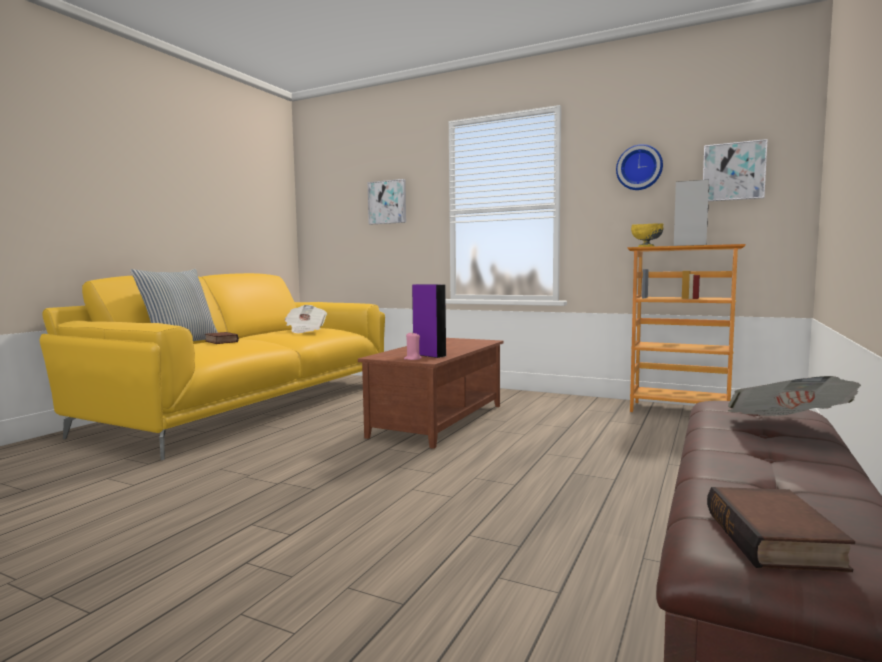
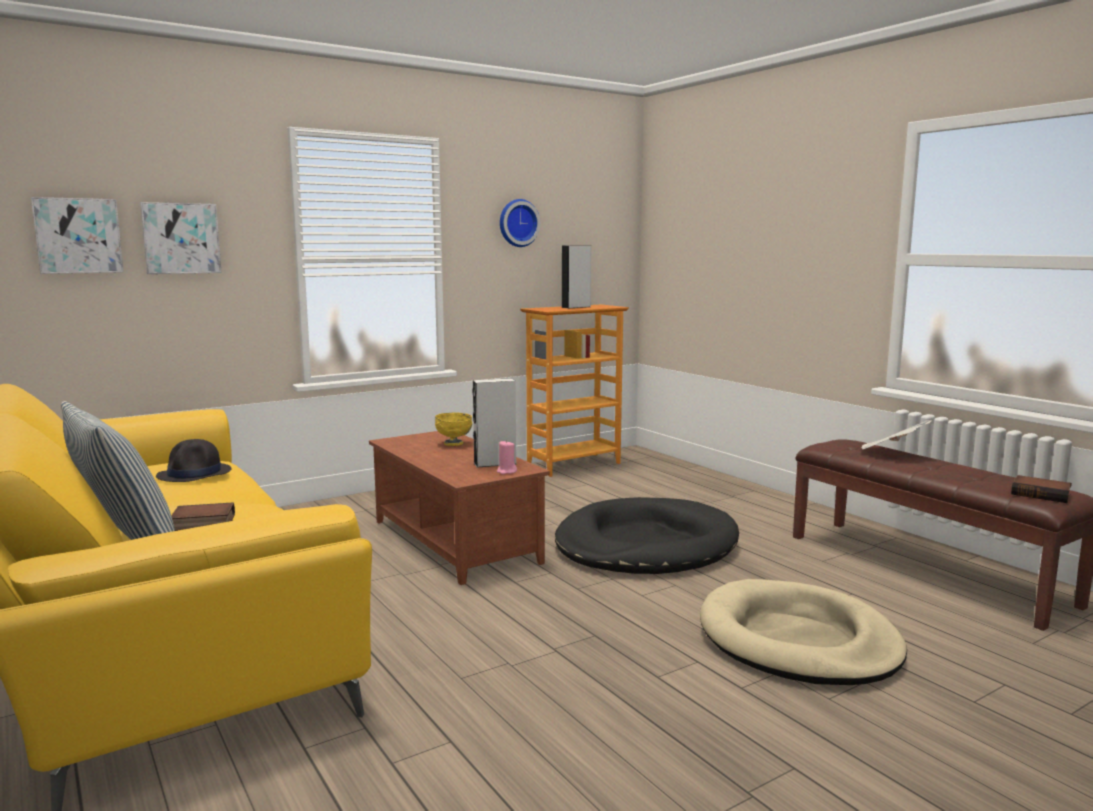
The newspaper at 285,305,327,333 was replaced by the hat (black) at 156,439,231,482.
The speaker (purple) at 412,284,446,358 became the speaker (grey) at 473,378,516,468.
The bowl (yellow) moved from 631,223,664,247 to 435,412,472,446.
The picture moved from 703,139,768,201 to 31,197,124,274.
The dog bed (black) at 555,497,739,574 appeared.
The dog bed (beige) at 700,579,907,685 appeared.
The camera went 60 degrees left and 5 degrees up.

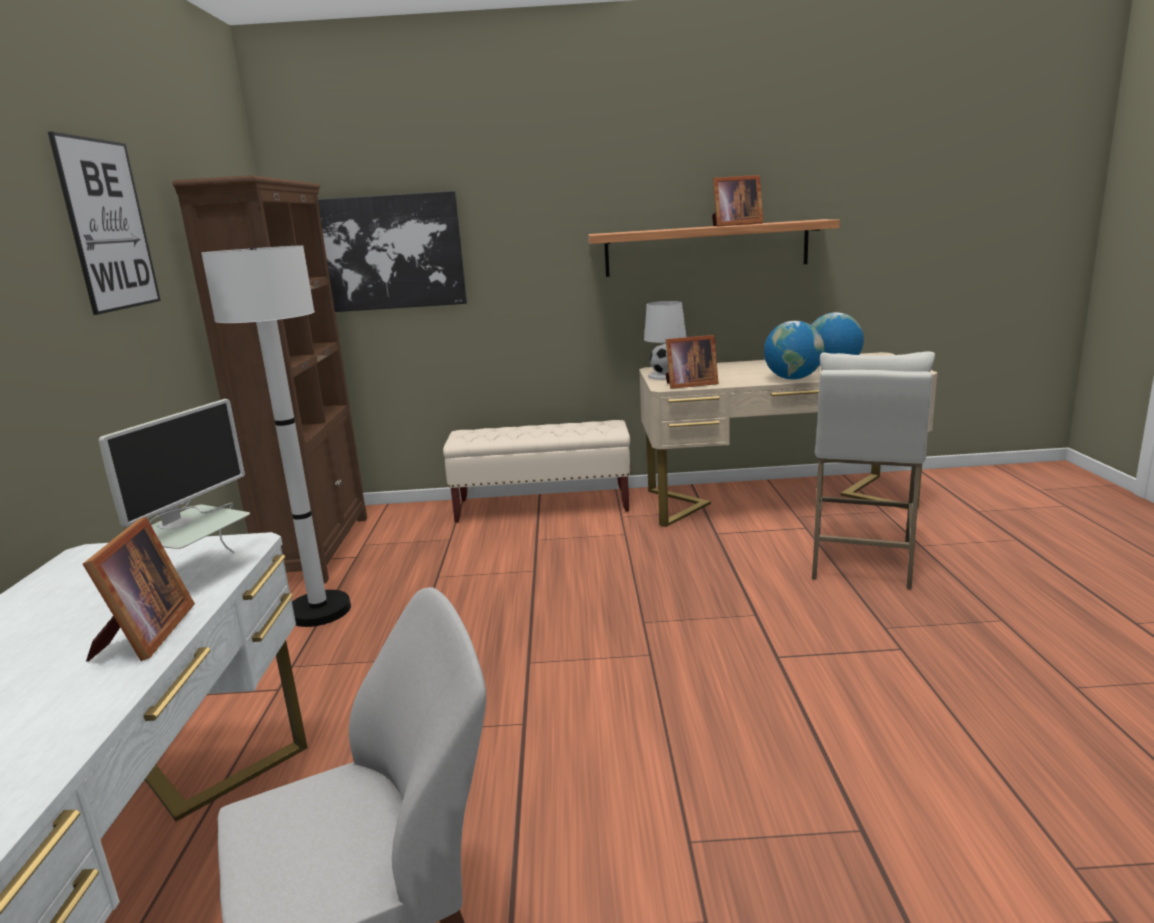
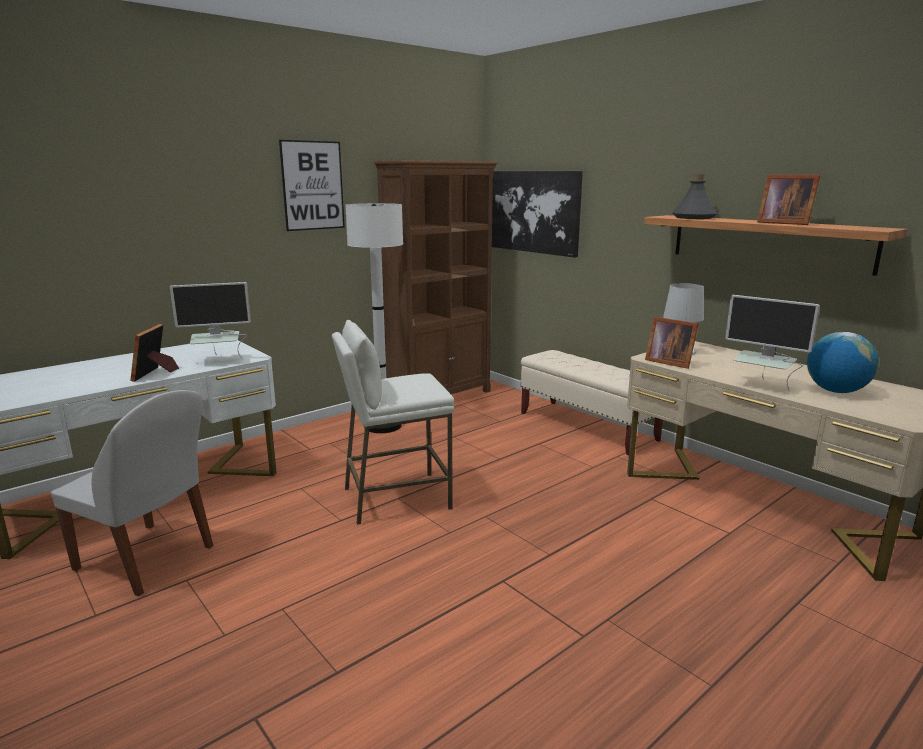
The picture frame at 83,517,195,662 turned 135 degrees clockwise.
The globe at 764,321,824,380 was replaced by the monitor at 725,295,820,391.
The stool (white) moved from 812,351,935,590 to 332,320,454,525.
The bottle (grey) at 672,174,717,219 appeared.
The camera went 50 degrees right and 0 degrees up.

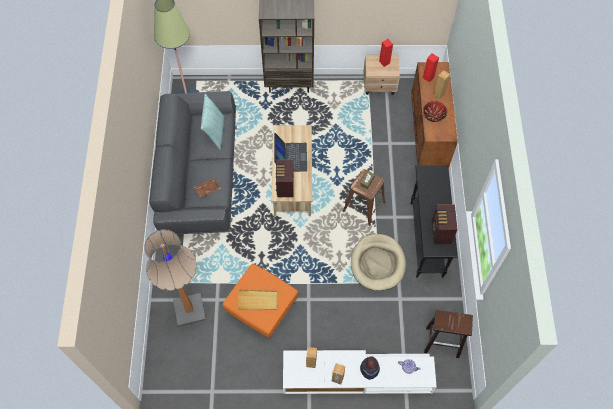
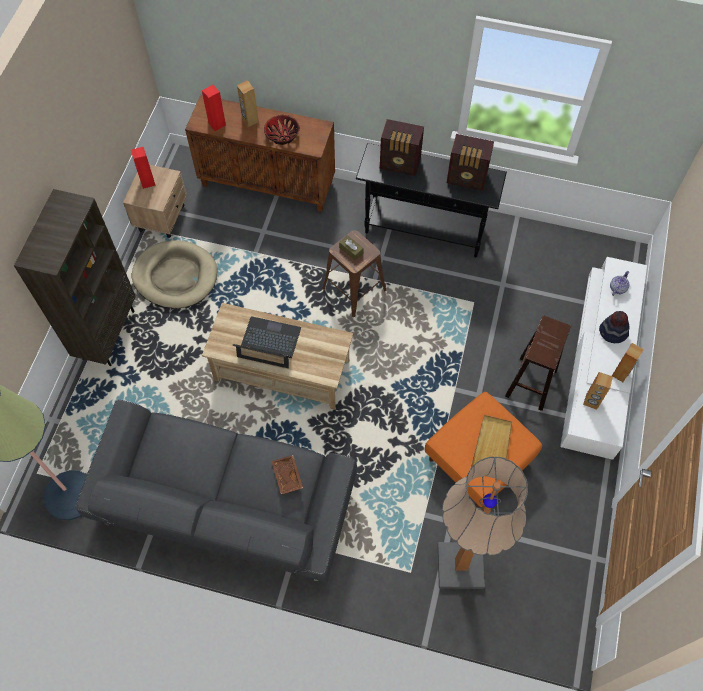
The pillow at 201,94,224,150 disappeared.
The radio moved from 276,159,294,197 to 380,119,424,176.
The dog bed (beige) moved from 351,234,406,291 to 131,240,217,309.
The stool (brown) moved from 424,310,473,358 to 505,315,571,411.
The camera went 75 degrees left and 0 degrees up.

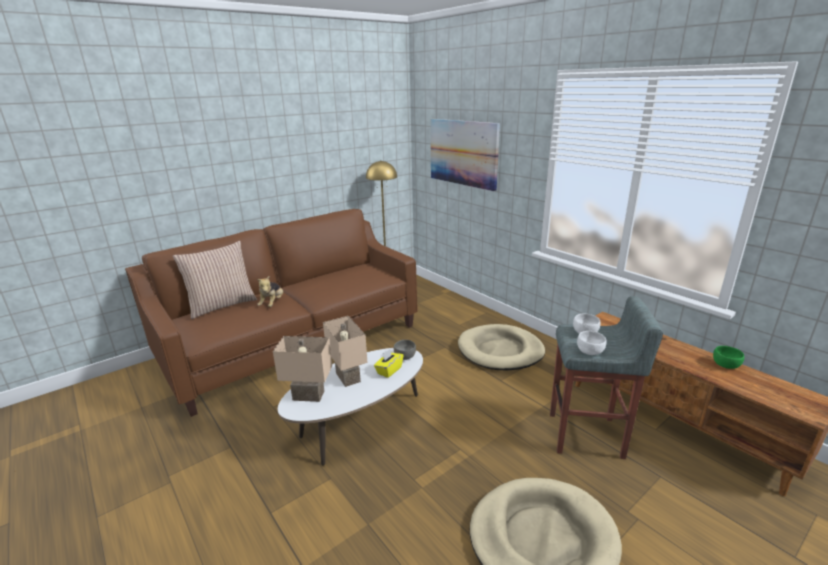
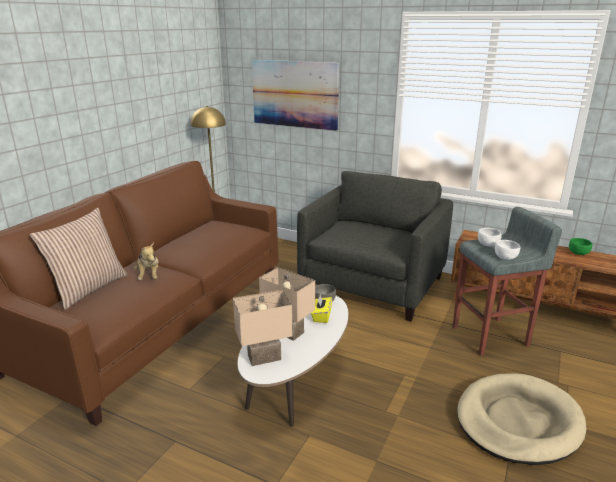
The dog bed (beige) at 458,324,545,370 was replaced by the armchair (grey) at 297,171,453,322.
The camera went 25 degrees left and 0 degrees up.

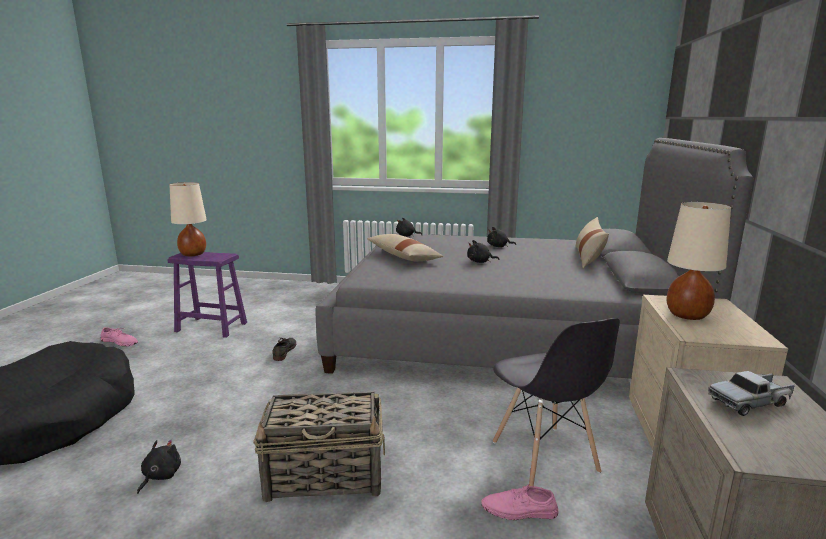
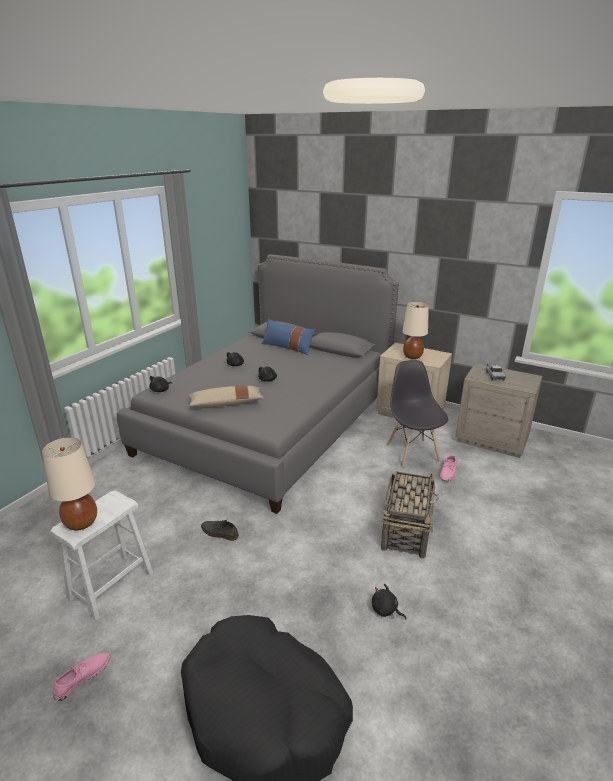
The stool (purple) at 167,252,247,338 became the stool (white) at 50,490,153,620.
The chair (grey) at 493,318,620,486 turned 105 degrees counterclockwise.
The pillow (beige) at 575,217,609,268 became the pillow (blue) at 262,319,316,356.
The camera went 70 degrees left and 10 degrees up.

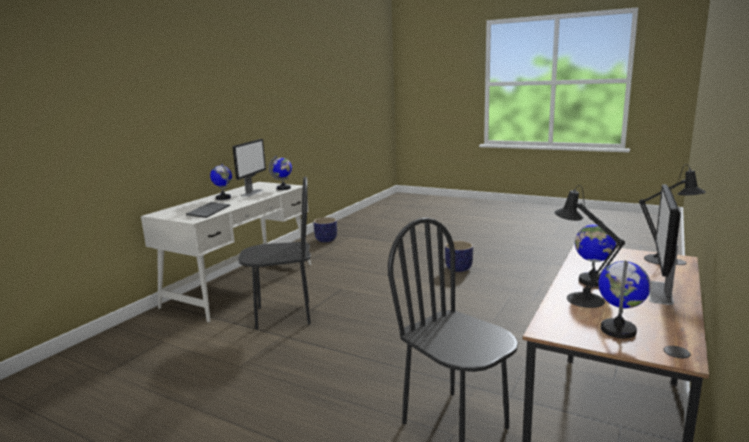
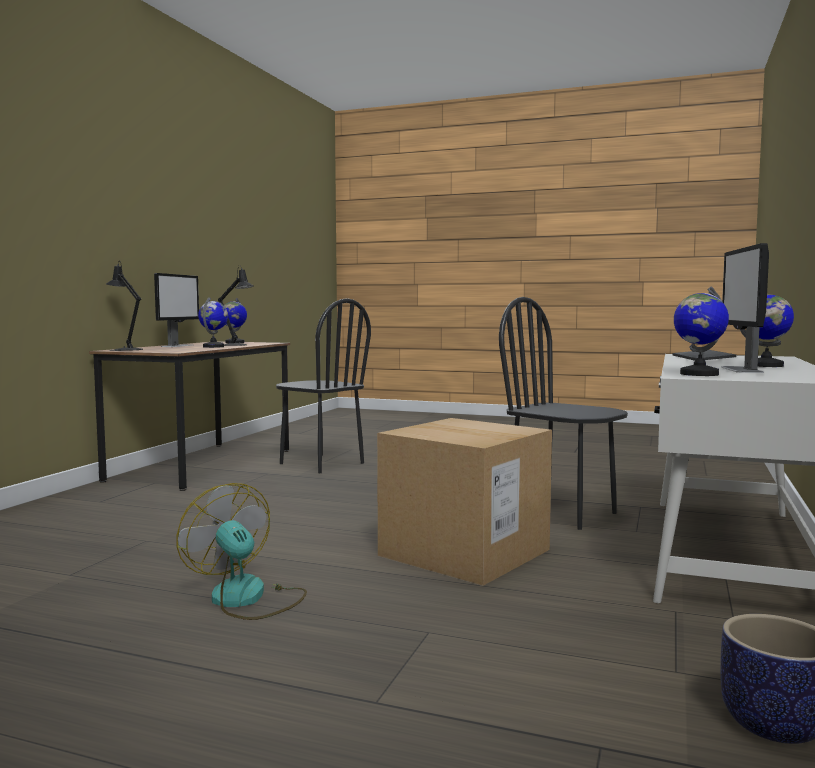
The chair (black) at 238,177,311,329 turned 60 degrees clockwise.
The planter at 445,241,473,272 was replaced by the fan at 177,483,307,620.
The cardboard box at 377,418,552,586 appeared.
The camera went 170 degrees right and 10 degrees down.

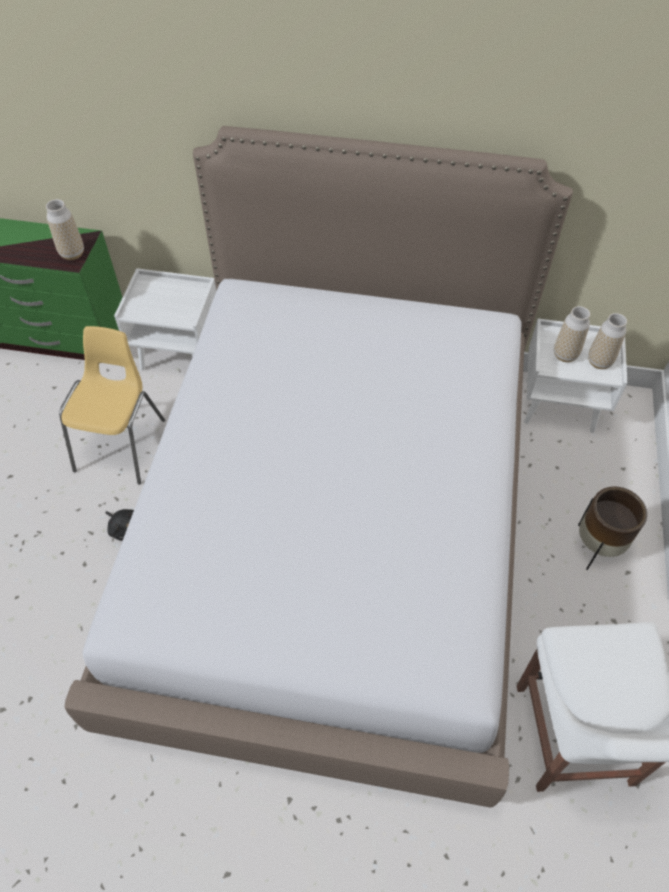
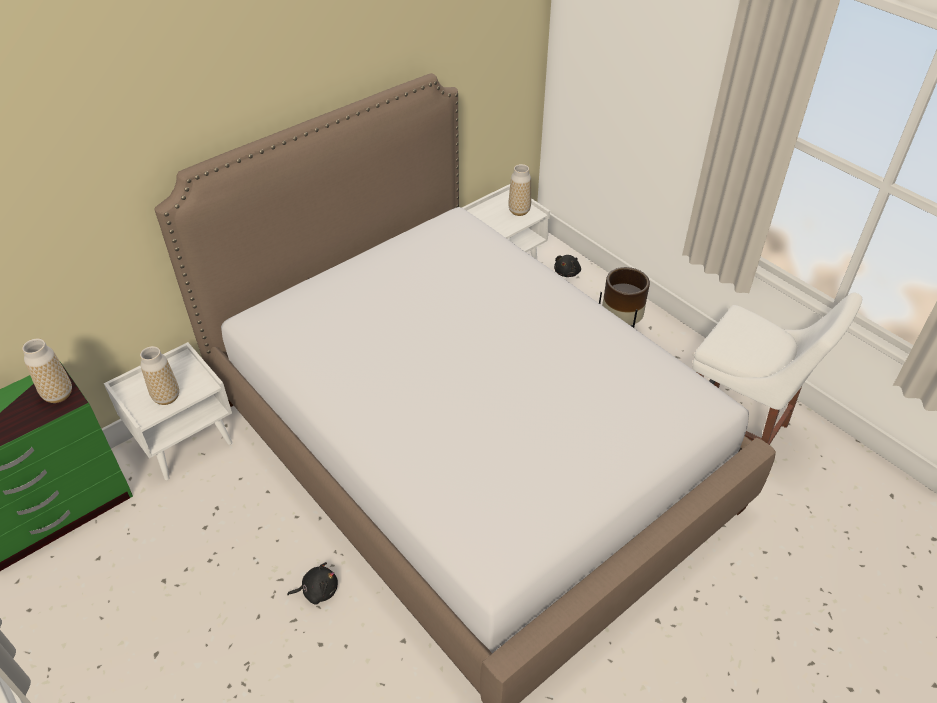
The chair (yellow) at 59,326,165,484 disappeared.
The vase moved from 554,306,590,362 to 140,346,179,405.
The plush toy (black) at 554,255,581,277 appeared.
The camera went 50 degrees left and 10 degrees down.

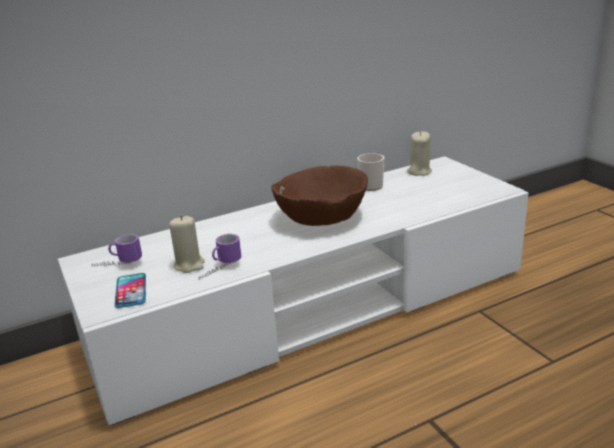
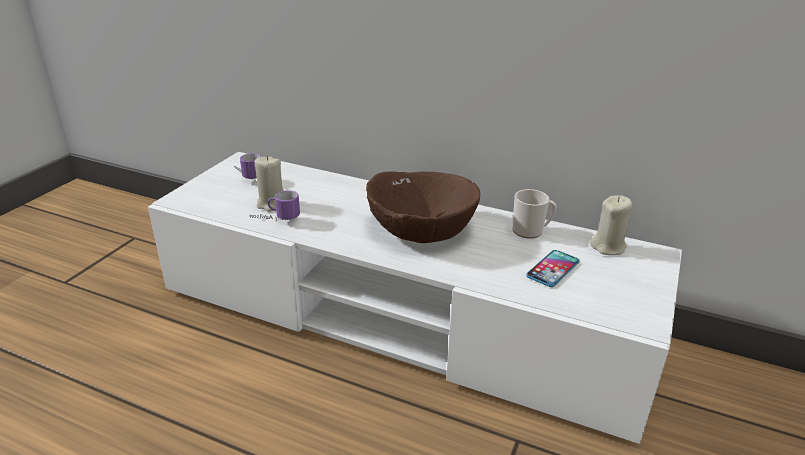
The phone moved from 115,273,146,308 to 526,250,580,287.
The camera went 50 degrees right and 5 degrees up.

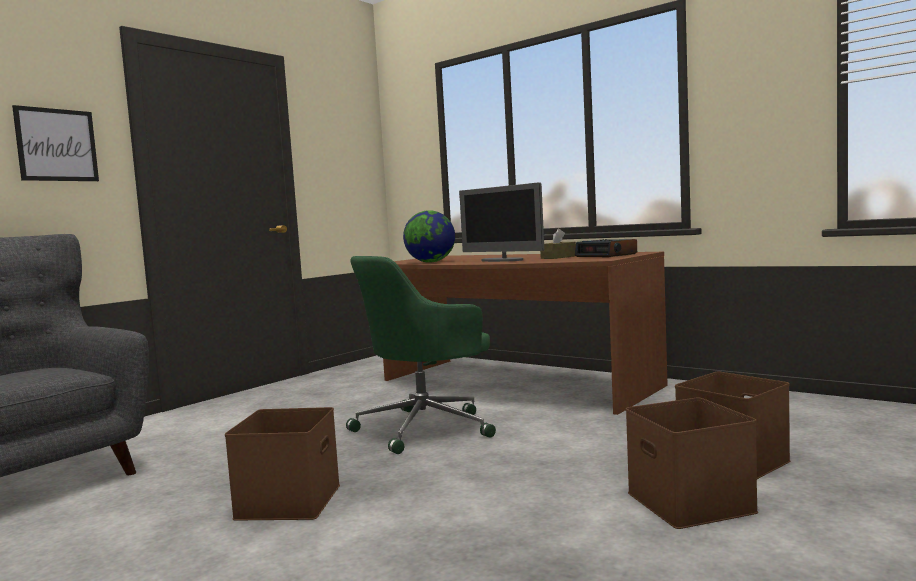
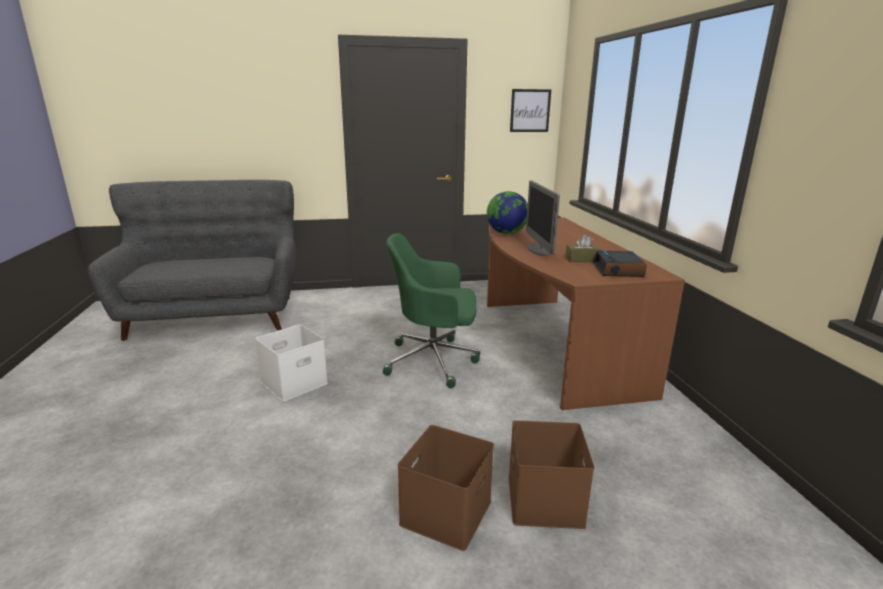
The picture moved from 12,105,99,181 to 510,89,551,132.
The storage box (brown) at 225,407,340,520 became the storage box (white) at 255,324,328,401.
The camera went 40 degrees right and 15 degrees up.

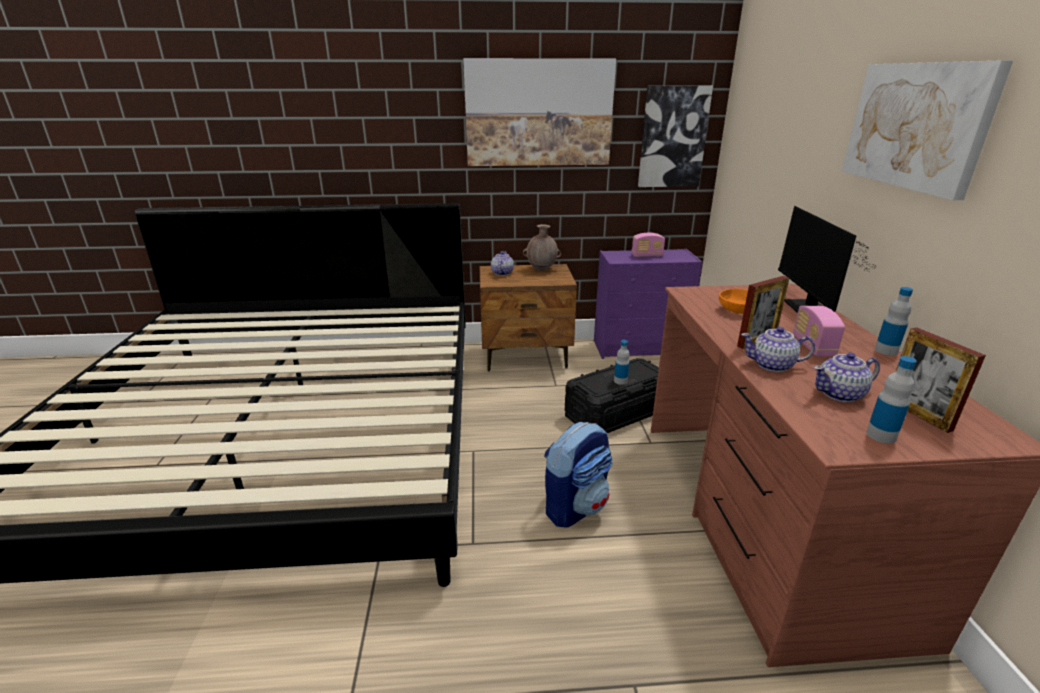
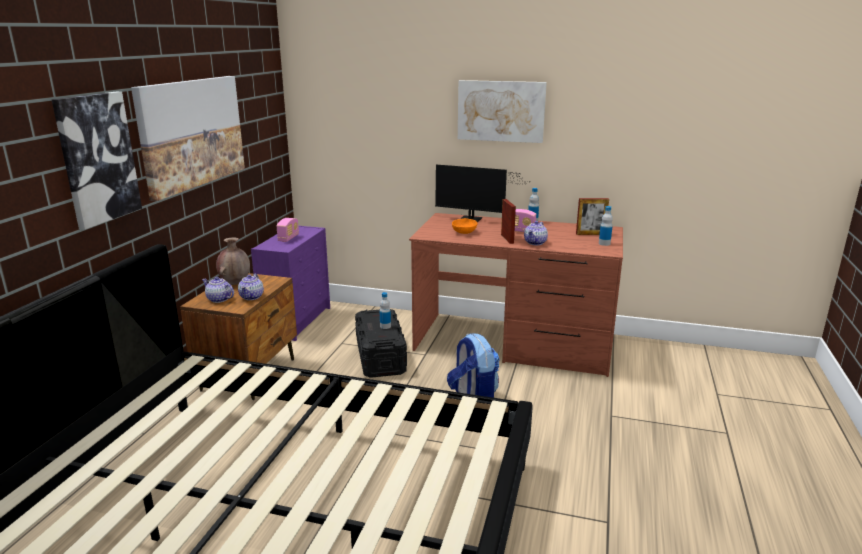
The picture moved from 638,86,713,187 to 52,92,142,229.
The teapot moved from 814,352,880,402 to 238,274,264,300.
The camera went 70 degrees left and 5 degrees down.

